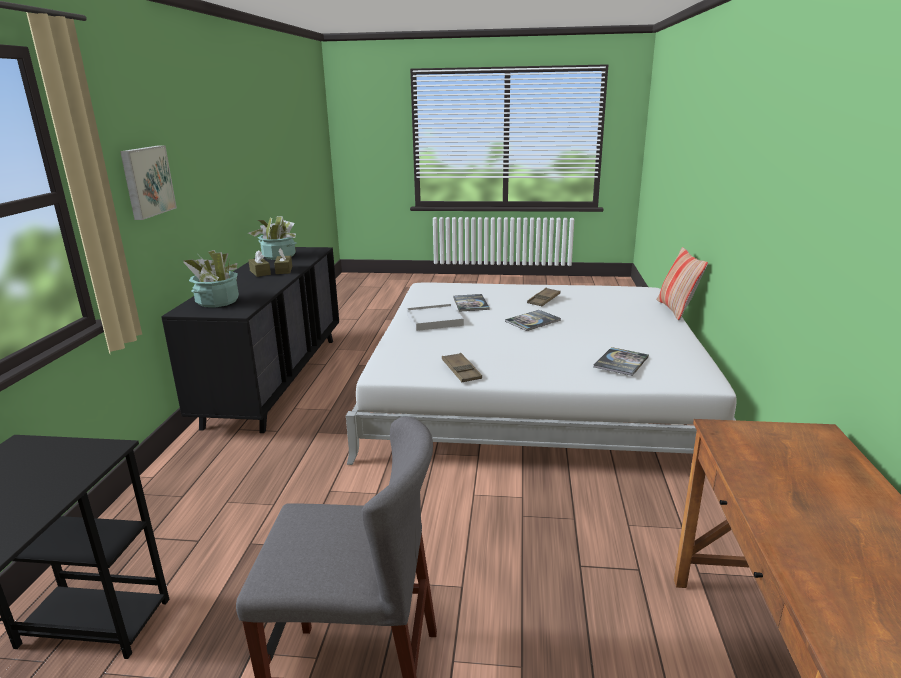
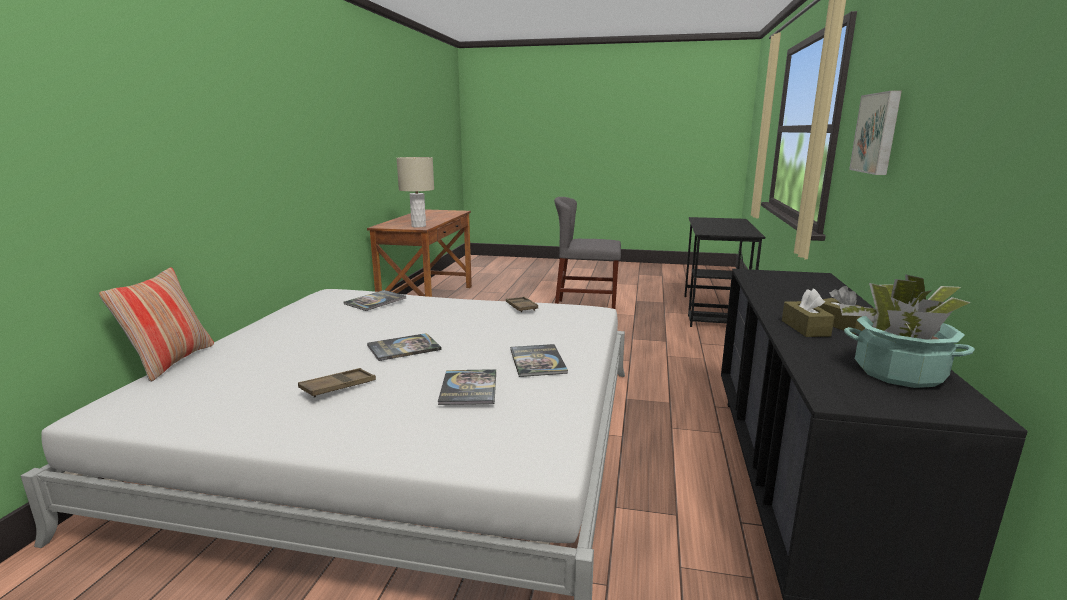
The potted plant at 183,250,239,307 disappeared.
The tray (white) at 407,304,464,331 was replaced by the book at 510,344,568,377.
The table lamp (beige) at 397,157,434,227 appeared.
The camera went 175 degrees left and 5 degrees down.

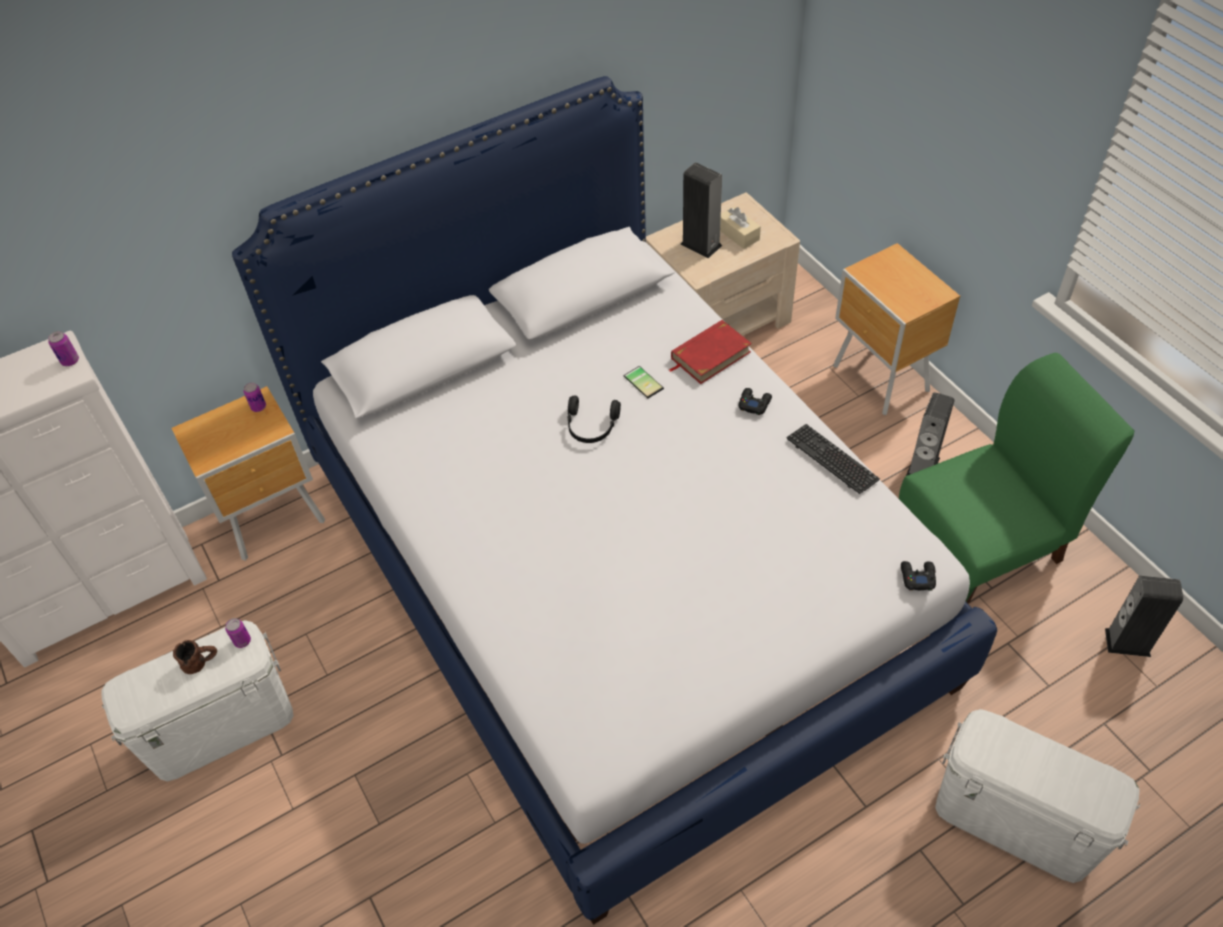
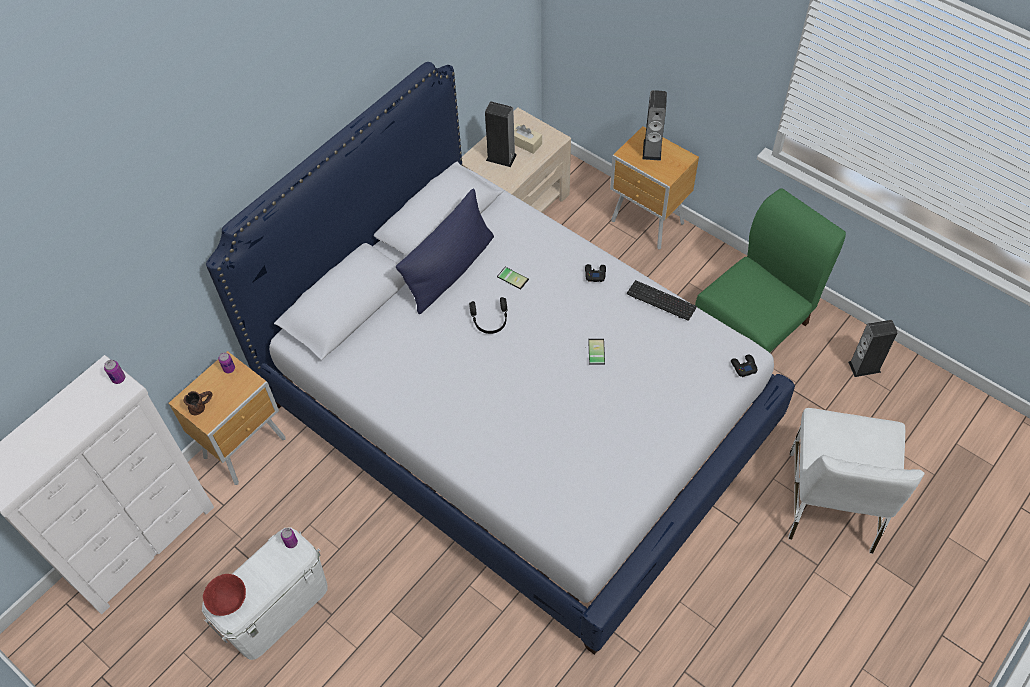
The mug (brown) moved from 173,640,217,674 to 184,391,213,415.
The book (red) at 669,320,752,384 disappeared.
The speaker moved from 906,392,955,476 to 643,90,667,161.
The storage box (white) at 935,709,1140,883 was replaced by the chair (white) at 788,408,925,554.
The bowl (red) at 203,574,246,616 appeared.
The pillow (blue) at 396,189,494,314 appeared.
The phone at 588,339,605,365 appeared.
The camera went 20 degrees left and 5 degrees up.

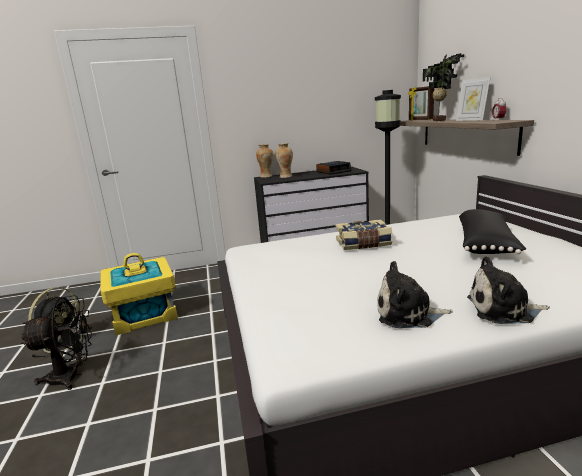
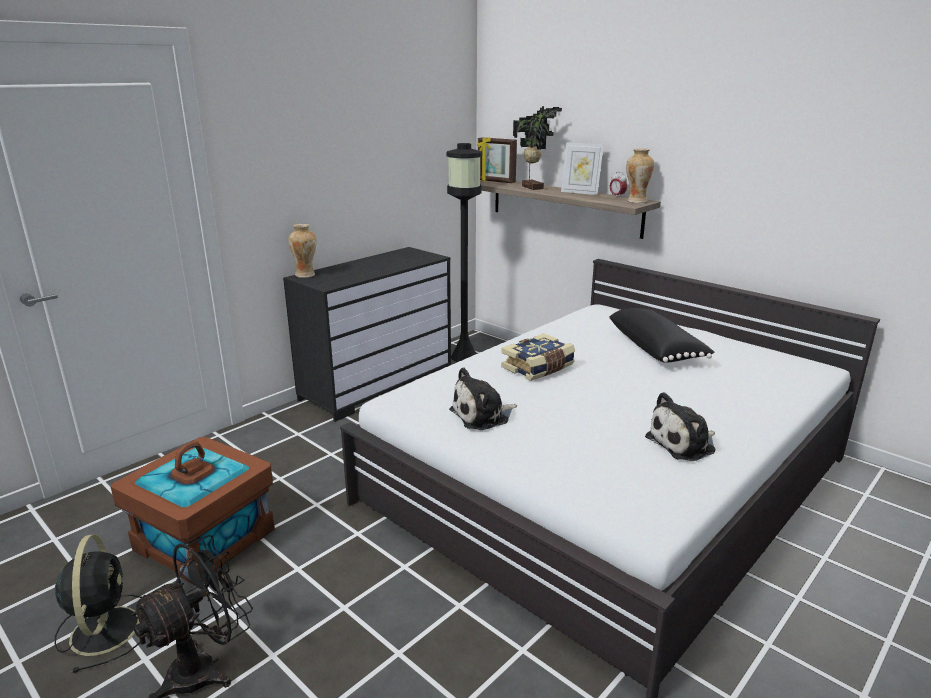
The storage box (yellow) at 100,253,178,335 became the storage box (brown) at 111,437,275,585.
The vase moved from 275,143,293,178 to 626,149,654,203.
The alarm clock at 316,161,351,175 disappeared.
The plush toy moved from 467,256,550,324 to 449,367,517,430.
The camera went 35 degrees left and 5 degrees up.

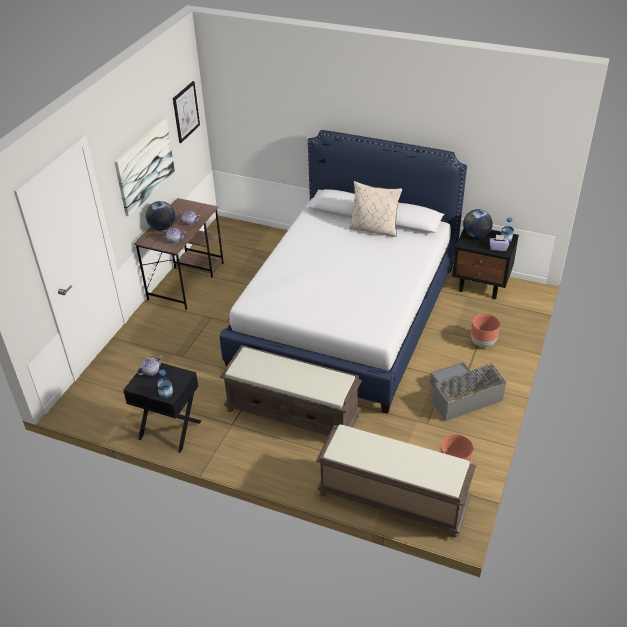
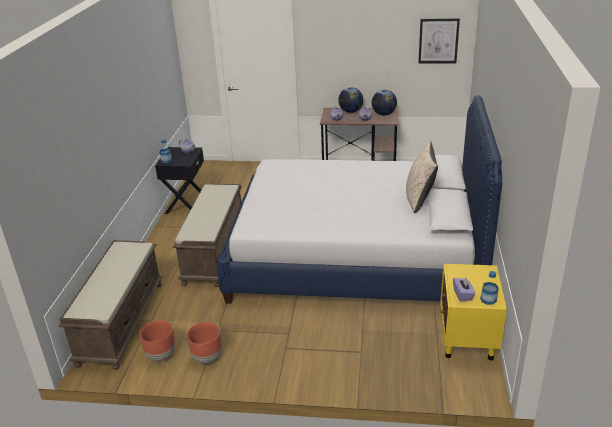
The picture at 114,118,175,217 disappeared.
The storage box (grey) at 430,362,506,421 disappeared.
The nightstand (black) at 452,229,519,299 became the nightstand (yellow) at 440,264,507,360.
The globe moved from 463,209,493,238 to 372,90,397,116.
The planter (brown) moved from 471,314,500,347 to 187,322,222,364.
The camera went 75 degrees right and 10 degrees down.

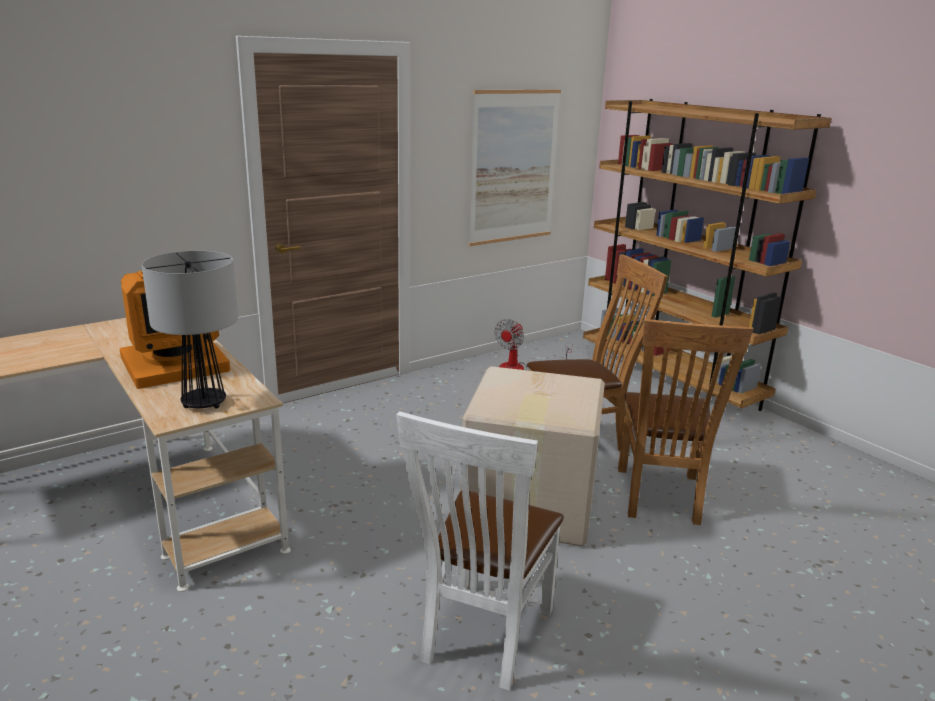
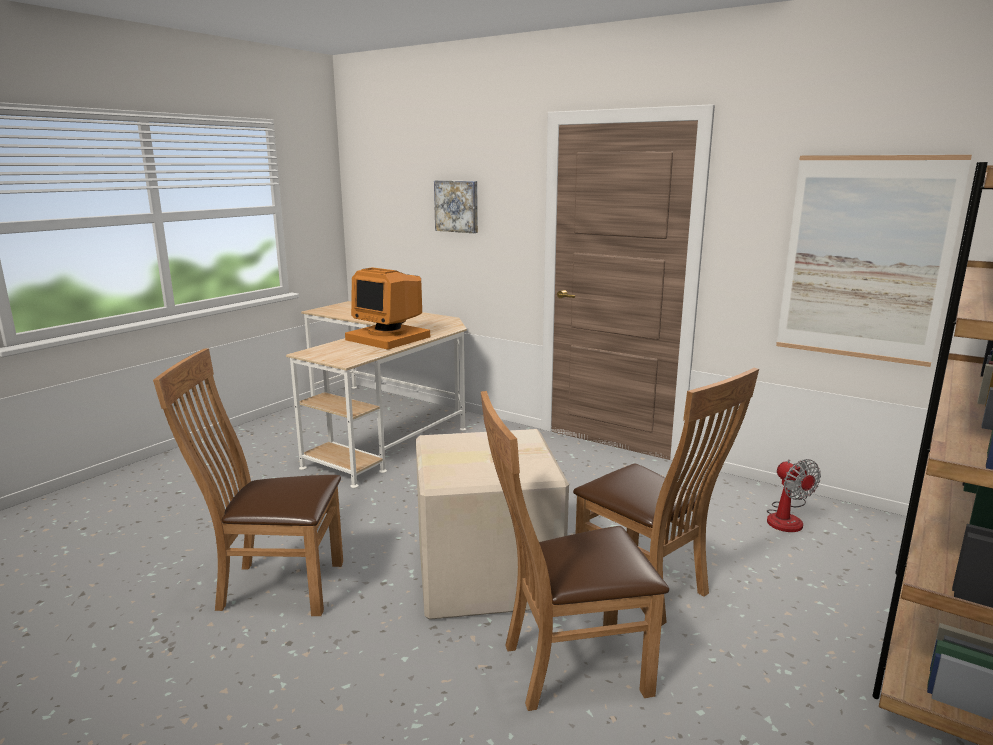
The table lamp at 142,251,238,408 disappeared.
The chair (white) at 396,411,564,690 became the chair (brown) at 153,348,343,616.
The fan at 494,319,572,370 turned 120 degrees counterclockwise.
The picture at 434,180,478,233 appeared.
The camera went 70 degrees right and 5 degrees down.

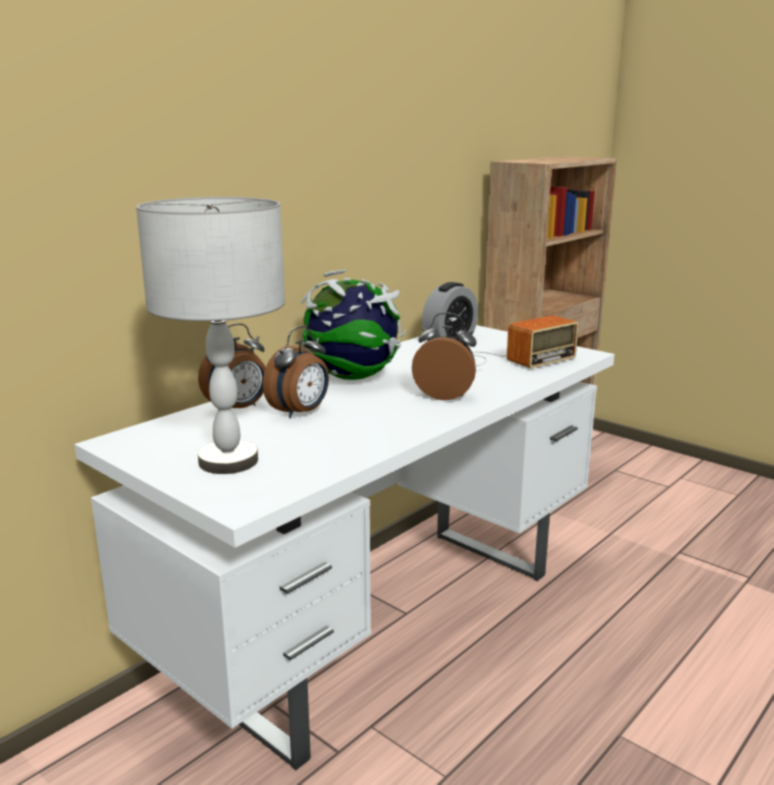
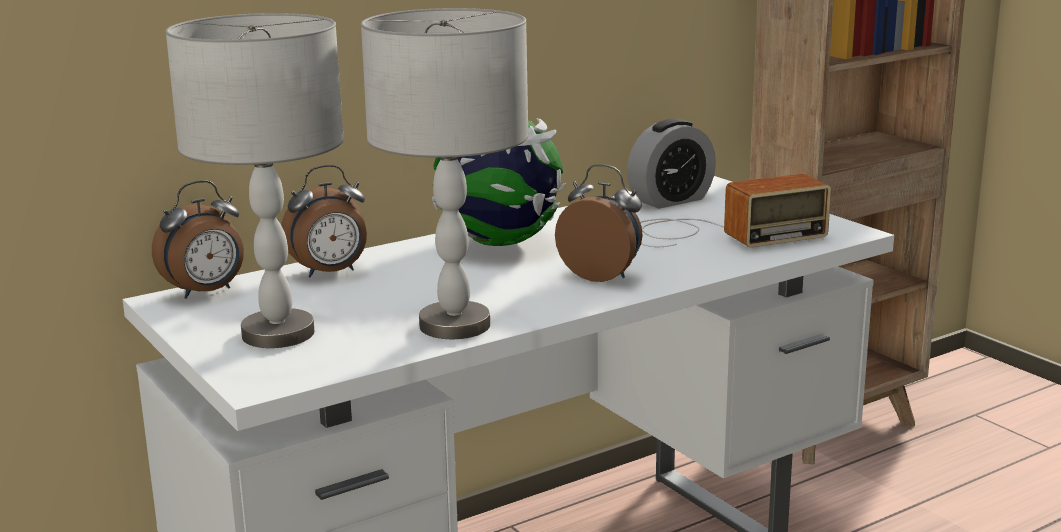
The alarm clock moved from 263,326,329,418 to 152,180,244,299.
The table lamp (grey) at 361,8,529,339 appeared.
The camera went 15 degrees right and 0 degrees up.

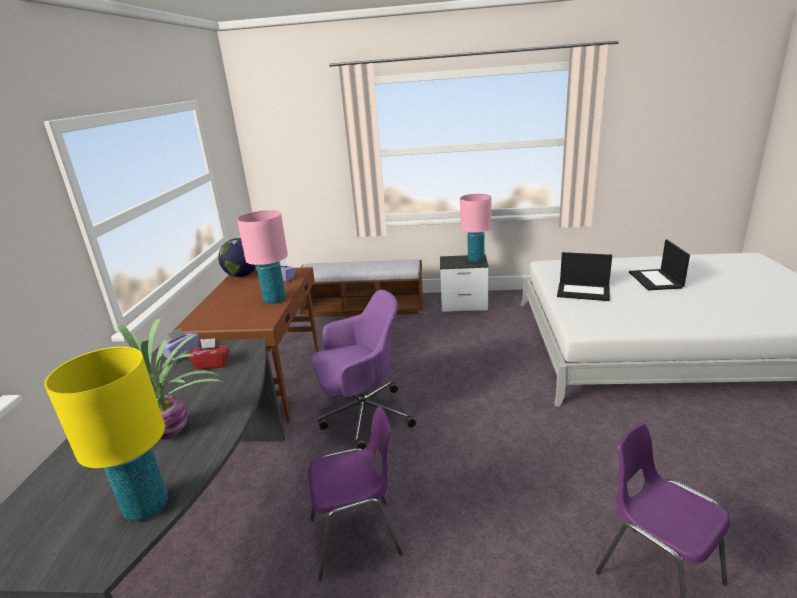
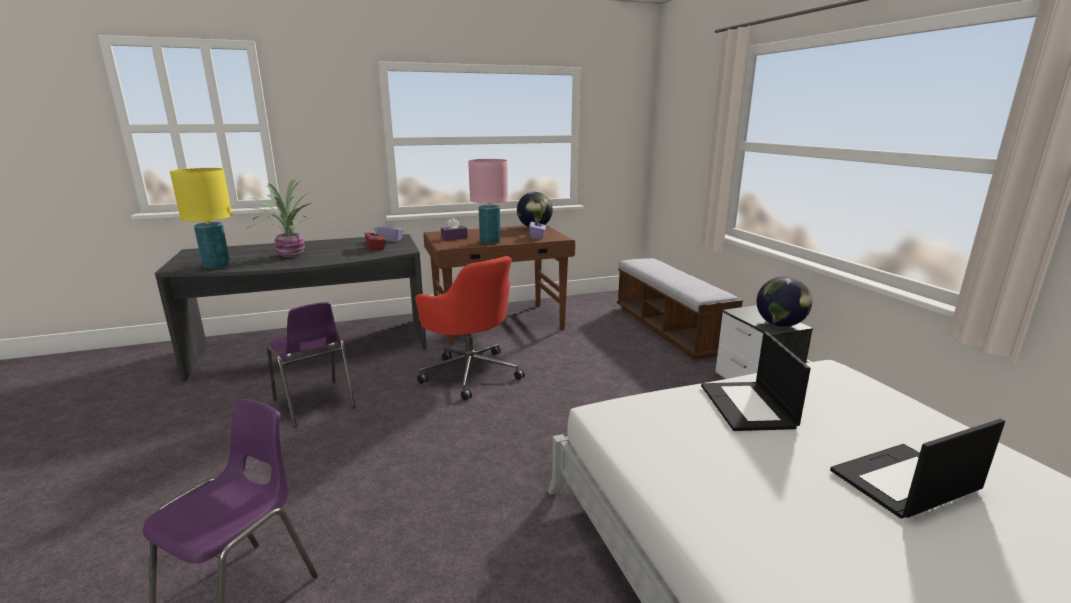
The office chair (purple) at 312,290,416,450 became the office chair (red) at 415,256,525,400.
The table lamp (pink) at 460,194,491,262 was replaced by the globe at 757,276,812,327.
The tissue box (purple) at 441,218,468,241 appeared.
The camera went 65 degrees right and 5 degrees down.

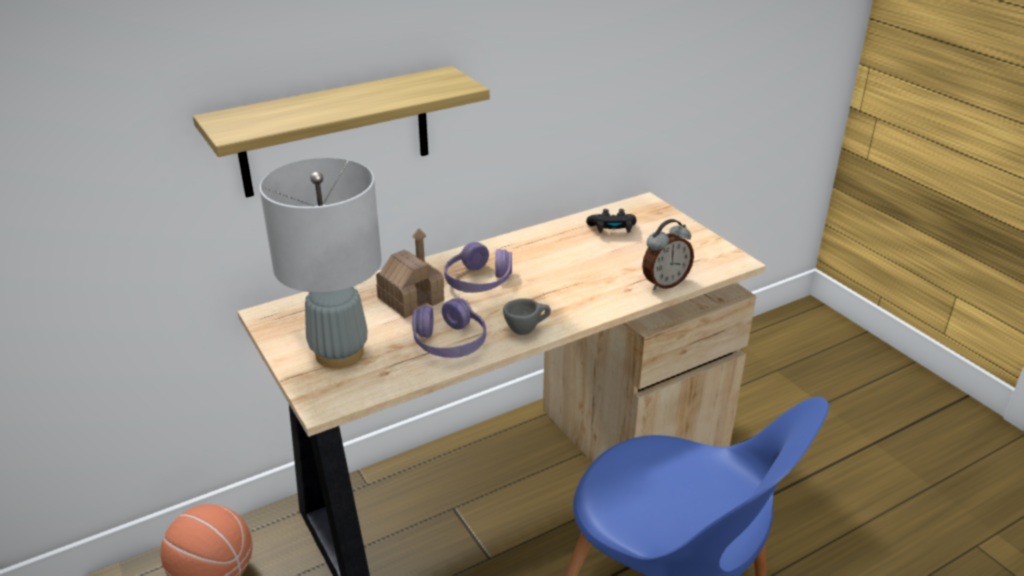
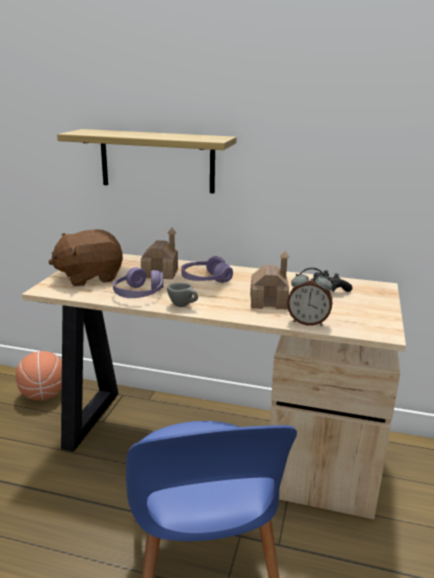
The table lamp (grey) at 259,158,382,368 was replaced by the plush toy (brown) at 48,229,123,287.
The toy house at 250,251,290,309 appeared.
The camera went 45 degrees right and 10 degrees down.

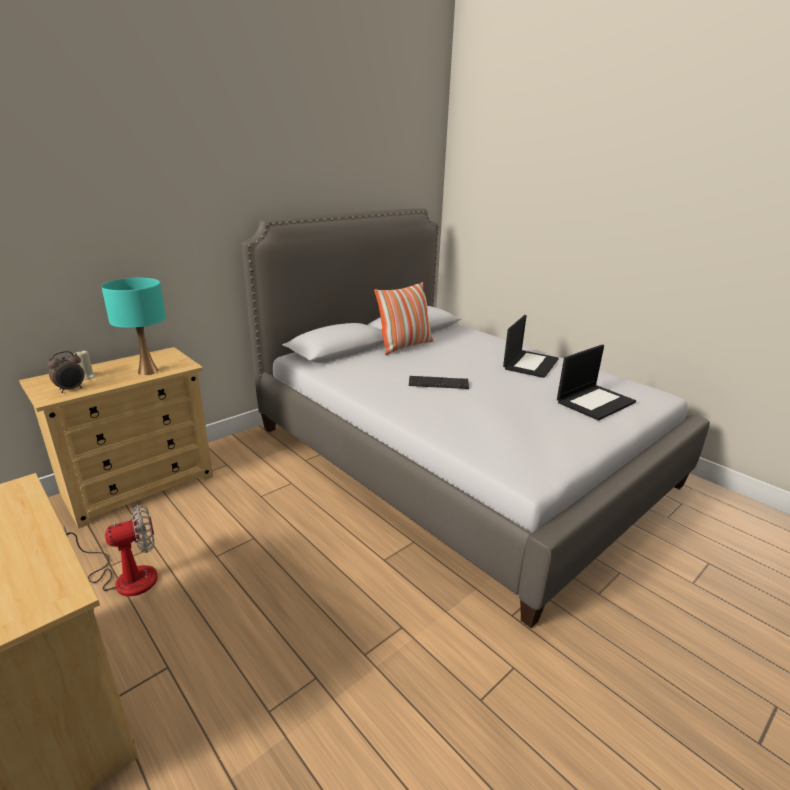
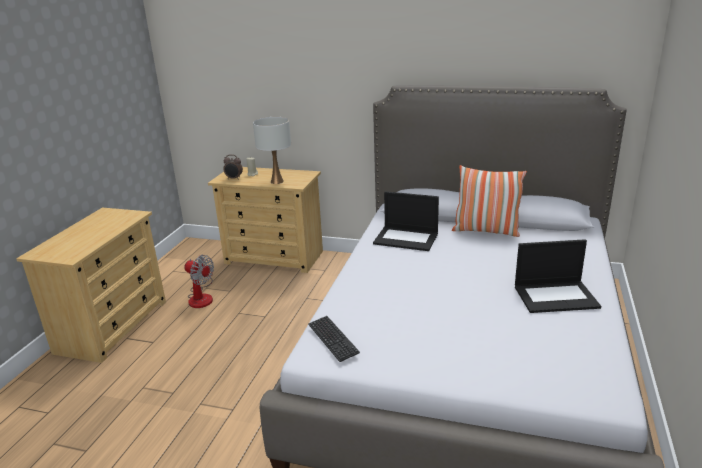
The table lamp (turquoise) at 101,278,166,375 became the table lamp (white) at 253,117,291,184.
The keyboard moved from 409,376,469,389 to 308,316,360,362.
The laptop moved from 557,344,636,421 to 373,191,439,251.
The camera went 60 degrees right and 0 degrees up.

